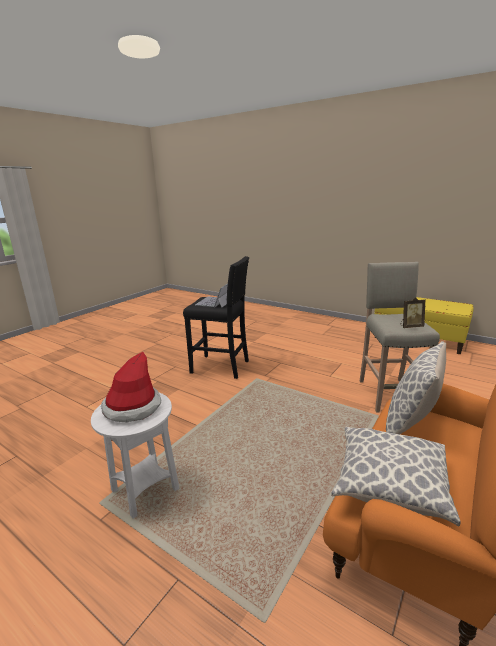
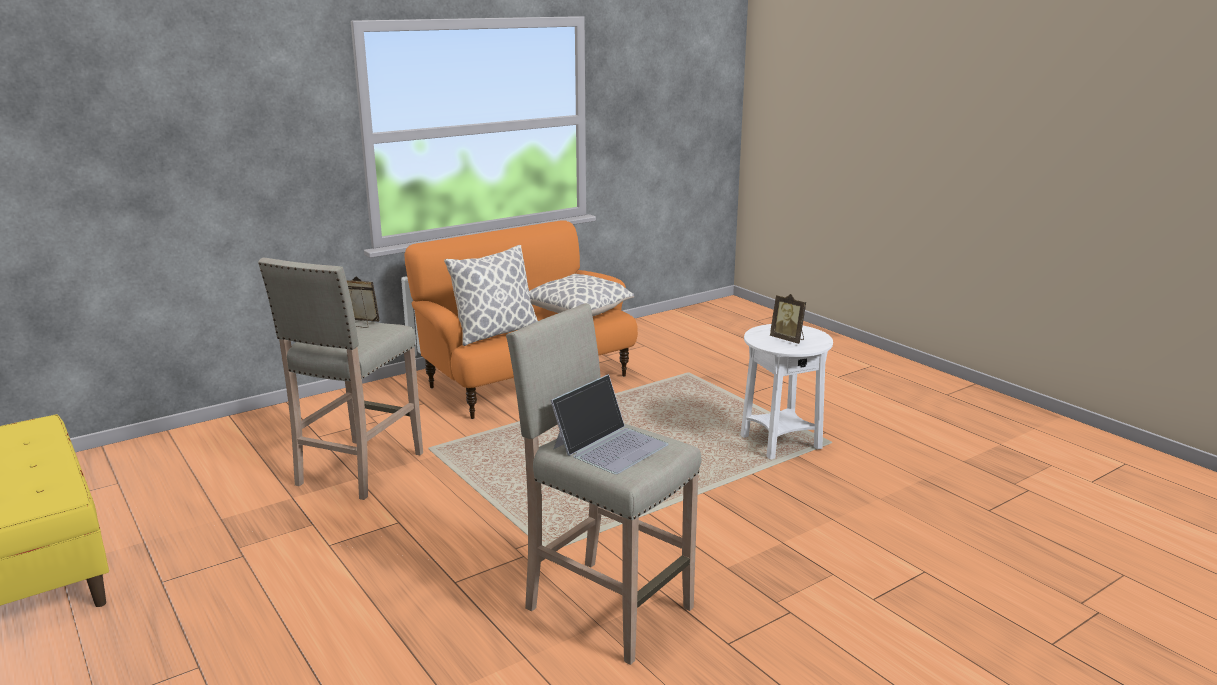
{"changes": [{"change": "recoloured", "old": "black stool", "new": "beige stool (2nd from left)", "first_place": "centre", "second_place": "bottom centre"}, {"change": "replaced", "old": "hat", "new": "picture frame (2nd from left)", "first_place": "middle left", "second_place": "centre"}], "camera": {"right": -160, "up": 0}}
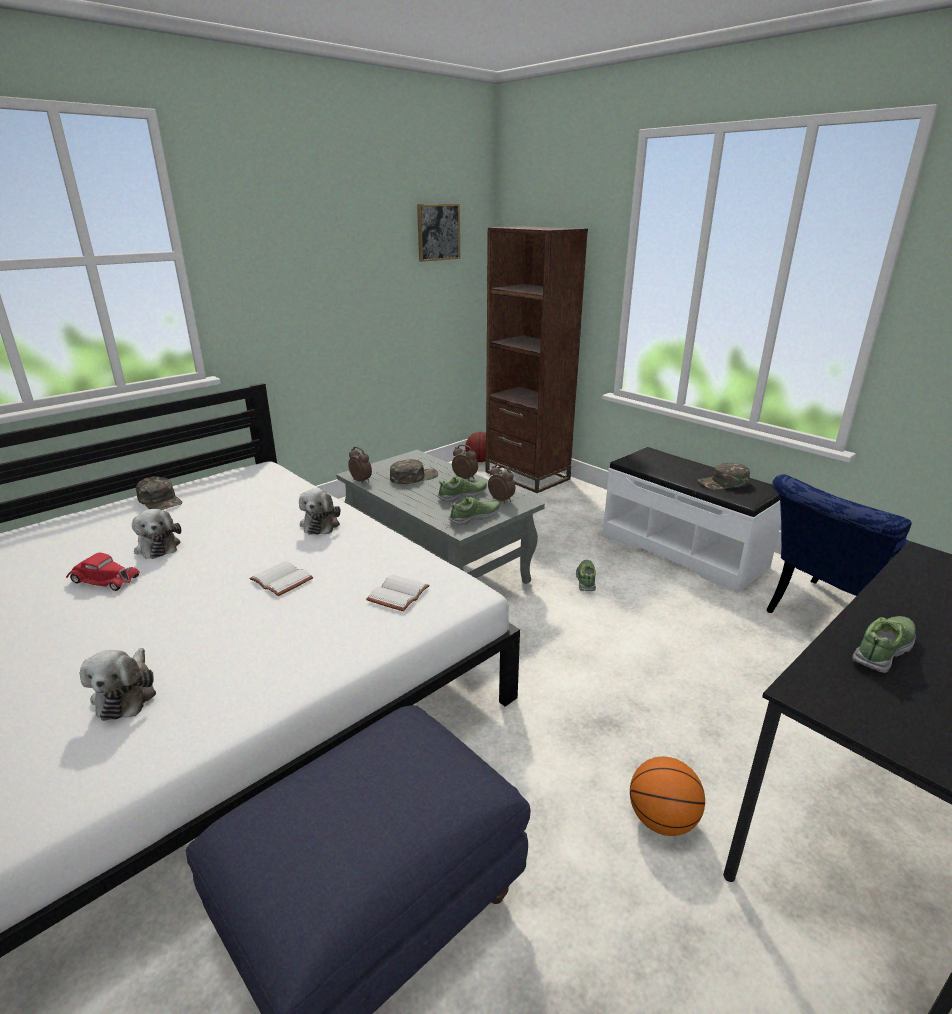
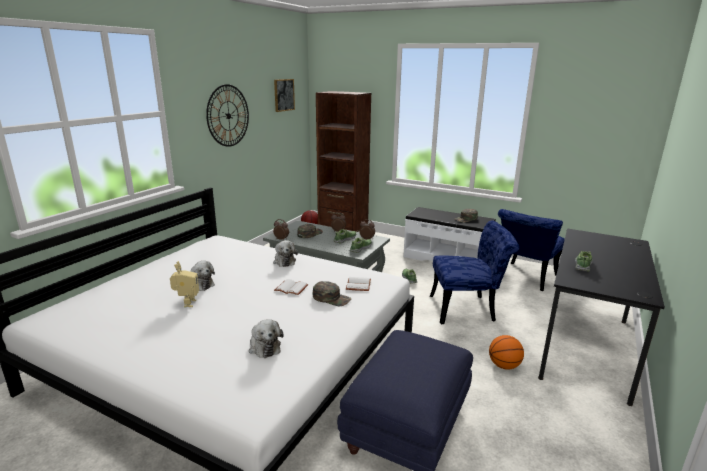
{"changes": [{"change": "replaced", "old": "red toy car", "new": "toy robot", "first_place": "middle left", "second_place": "middle left"}, {"change": "added", "new": "wall clock", "second_place": "top left"}, {"change": "moved", "old": "green cap (1st from left in the first image)", "new": "green cap (2nd from left)", "first_place": "middle left", "second_place": "centre"}, {"change": "added", "new": "blue chair (1st from left)", "second_place": "middle right"}], "camera": {"right": -20, "up": -5}}
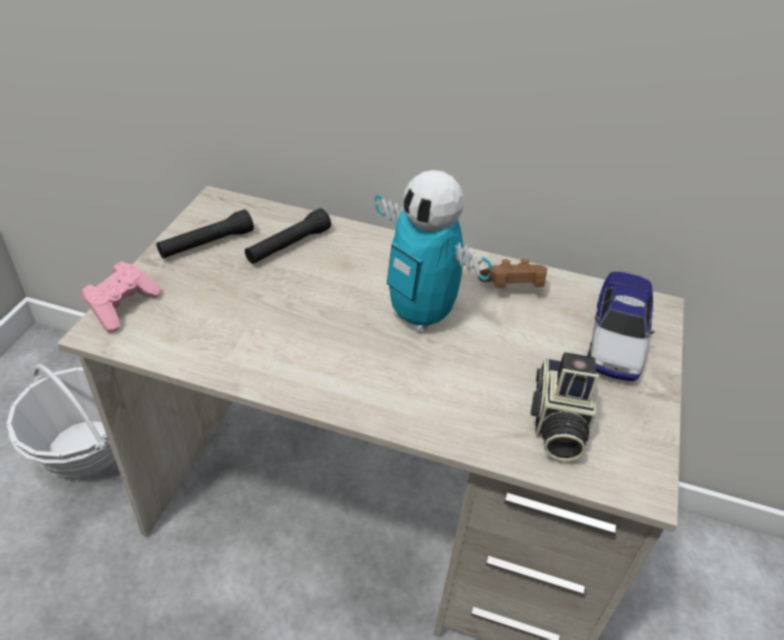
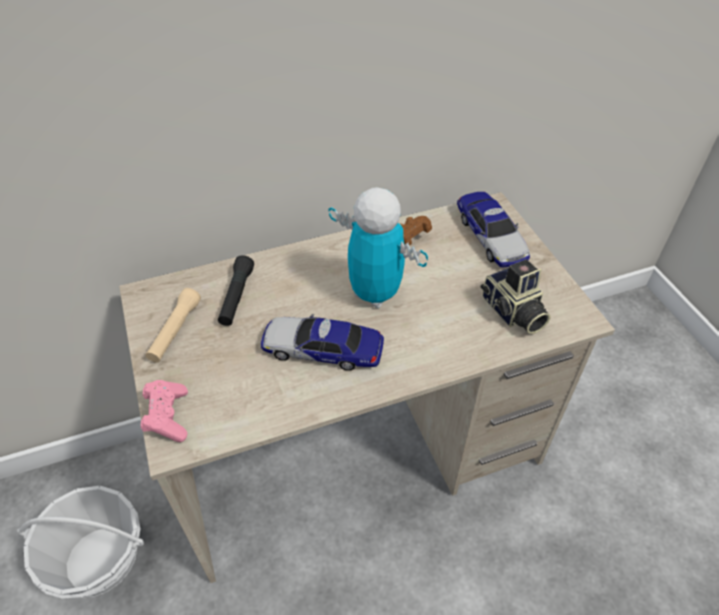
{"changes": [{"change": "recoloured", "old": "black flashlight (1st from left)", "new": "beige flashlight", "first_place": "middle left", "second_place": "middle left"}, {"change": "added", "new": "toy car (1st from left)", "second_place": "centre"}, {"change": "turned", "old": "toy robot", "first_place": "centre", "second_place": "centre", "degrees": -150}], "camera": {"right": -35, "up": 5}}
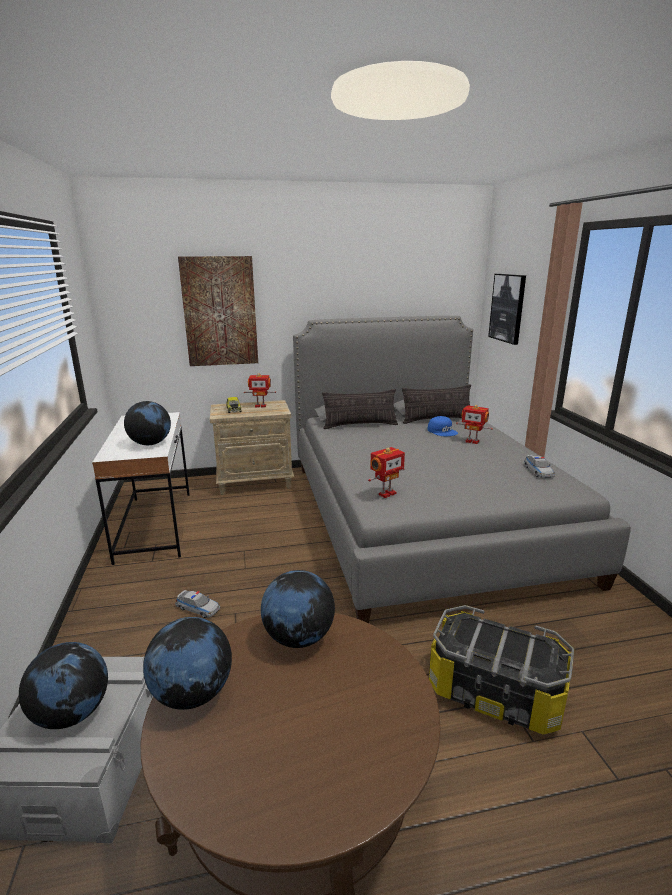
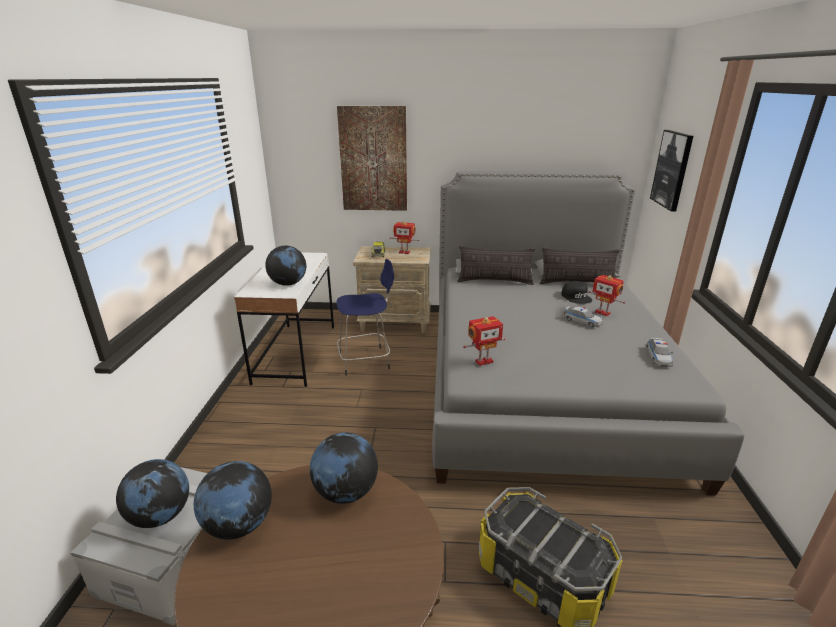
{"changes": [{"change": "added", "new": "blue stool", "second_place": "centre"}, {"change": "recoloured", "old": "blue cap", "new": "black cap", "first_place": "centre", "second_place": "middle right"}, {"change": "moved", "old": "toy car (1st from left in the first image)", "new": "toy car (2nd from left)", "first_place": "bottom left", "second_place": "middle right"}], "camera": {"right": 15, "up": 5}}
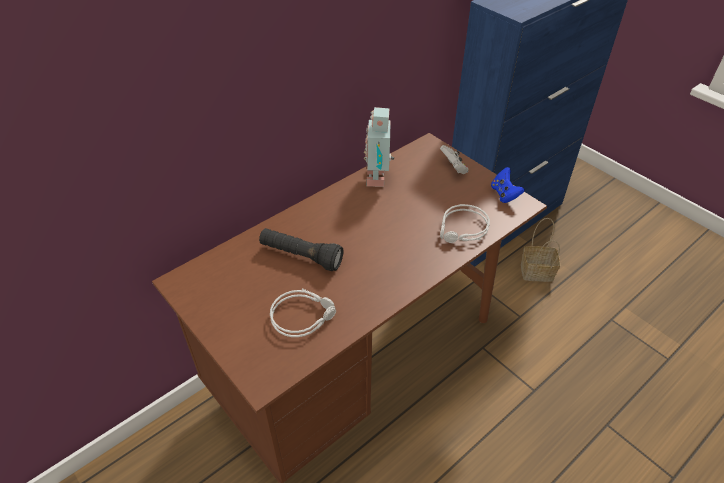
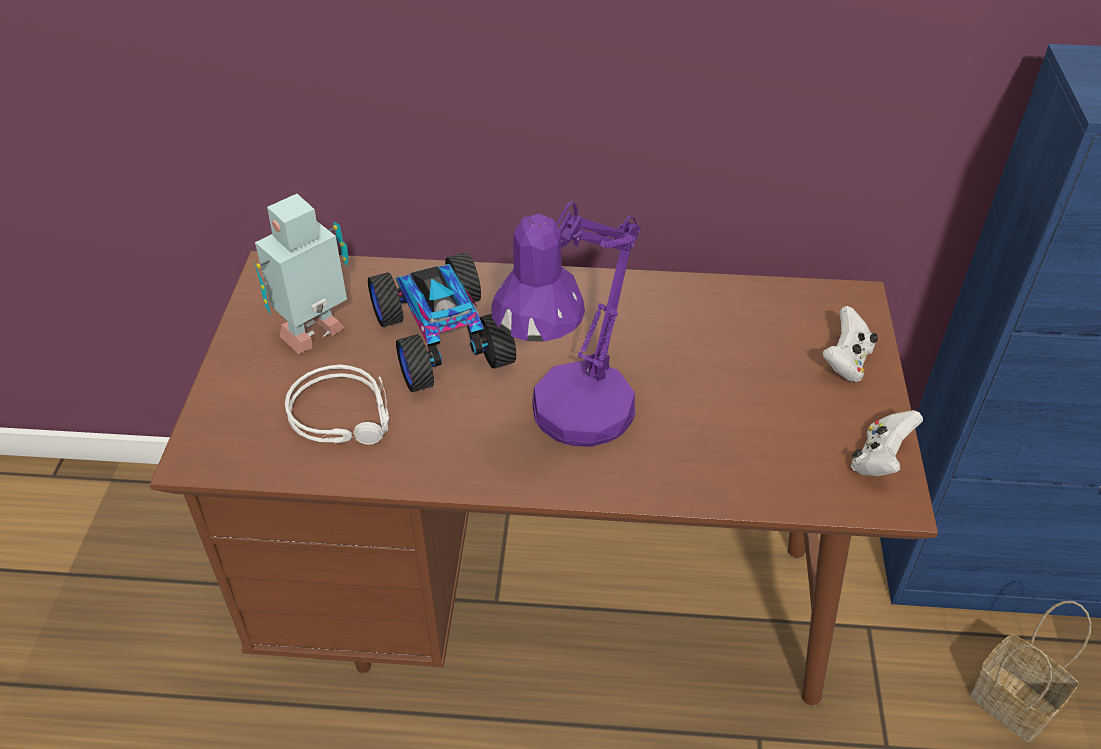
{"changes": [{"change": "moved", "old": "toy robot", "first_place": "top centre", "second_place": "middle left"}, {"change": "replaced", "old": "black flashlight", "new": "toy car", "first_place": "centre", "second_place": "centre"}, {"change": "added", "new": "purple table lamp", "second_place": "centre"}, {"change": "recoloured", "old": "blue game controller", "new": "white game controller (2nd from left)", "first_place": "middle right", "second_place": "middle right"}, {"change": "removed", "old": "grey headphones (2nd from left)", "first_place": "centre"}], "camera": {"right": 45, "up": 0}}
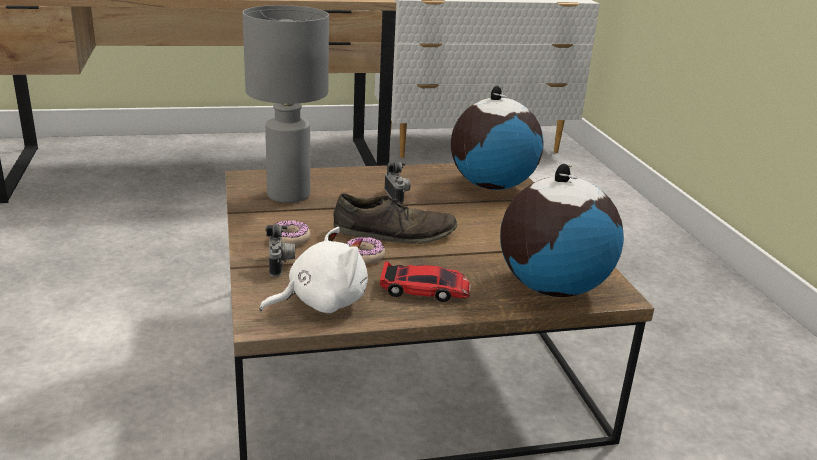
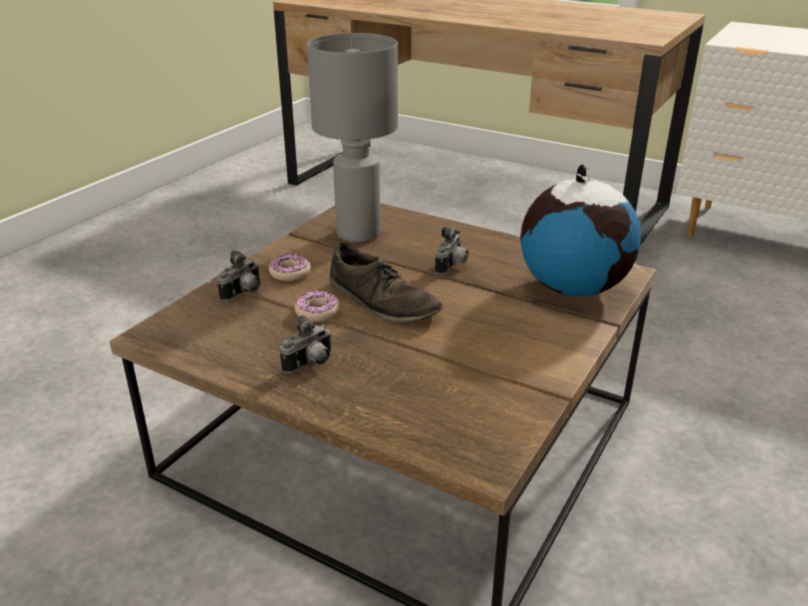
{"changes": [{"change": "replaced", "old": "toy car", "new": "photo camera (2nd from left)", "first_place": "centre", "second_place": "centre"}, {"change": "removed", "old": "white plush toy", "first_place": "centre"}, {"change": "removed", "old": "globe (2nd from left)", "first_place": "middle right"}], "camera": {"right": 45, "up": 5}}
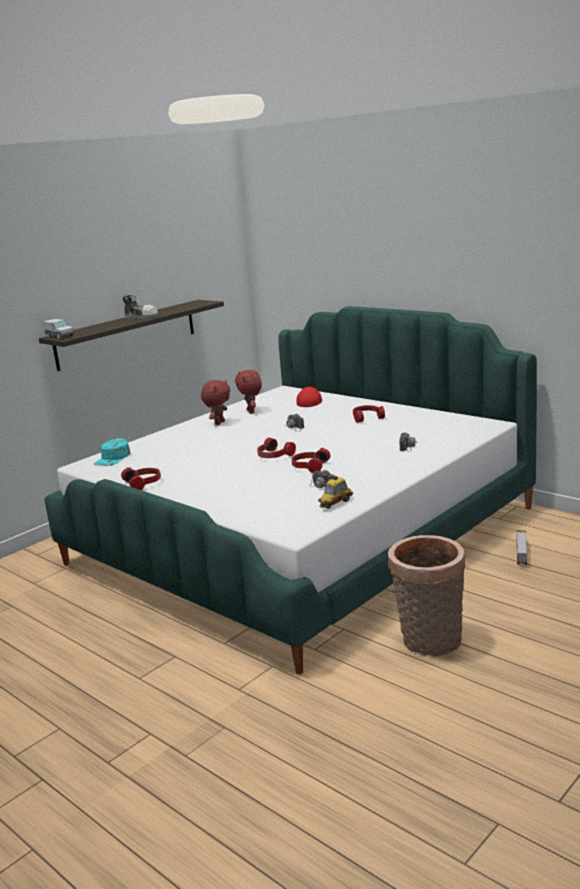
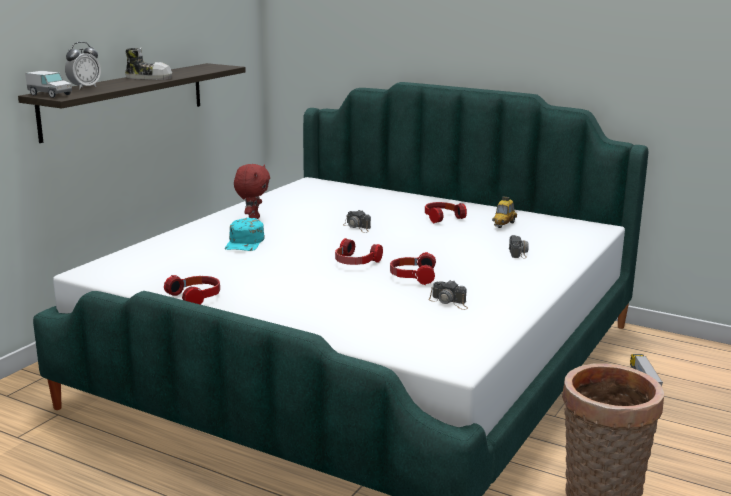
{"changes": [{"change": "added", "new": "alarm clock", "second_place": "top left"}, {"change": "moved", "old": "turquoise cap", "first_place": "middle left", "second_place": "centre"}, {"change": "moved", "old": "toy car", "first_place": "centre", "second_place": "middle right"}, {"change": "removed", "old": "red plush toy (2nd from left)", "first_place": "centre"}, {"change": "removed", "old": "red cap", "first_place": "centre"}], "camera": {"right": -15, "up": 0}}
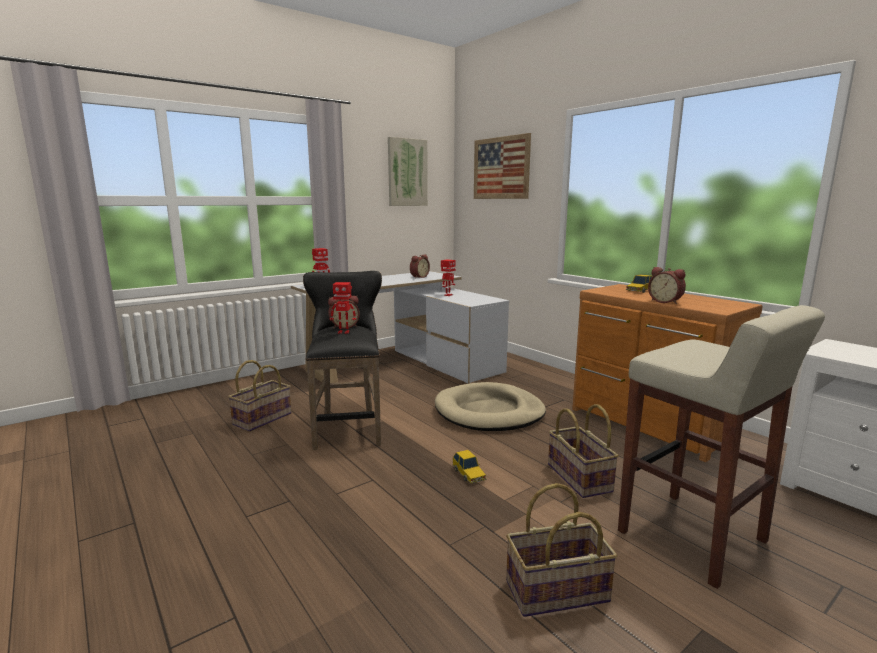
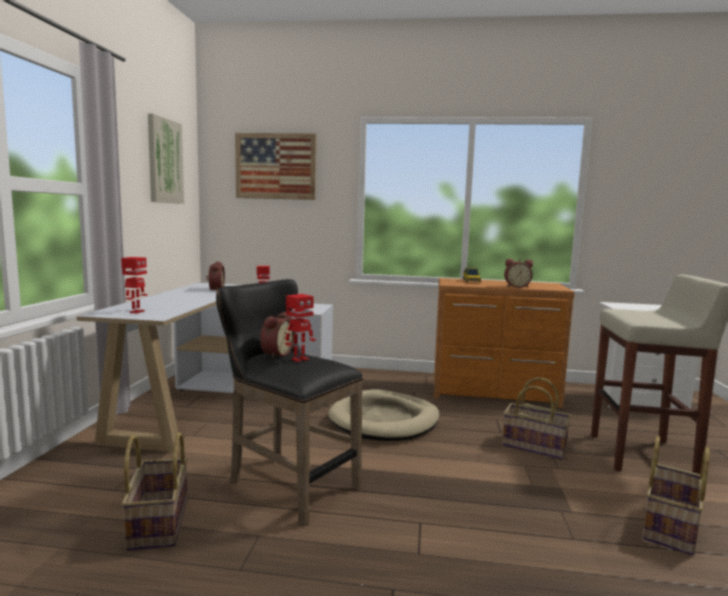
{"changes": [{"change": "removed", "old": "toy car (1st from left)", "first_place": "bottom centre"}], "camera": {"right": -45, "up": -5}}
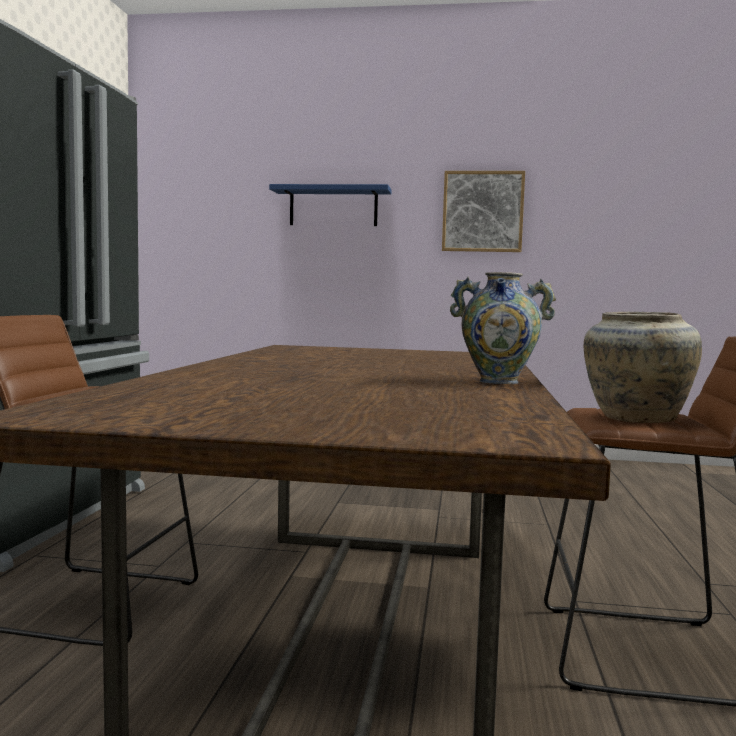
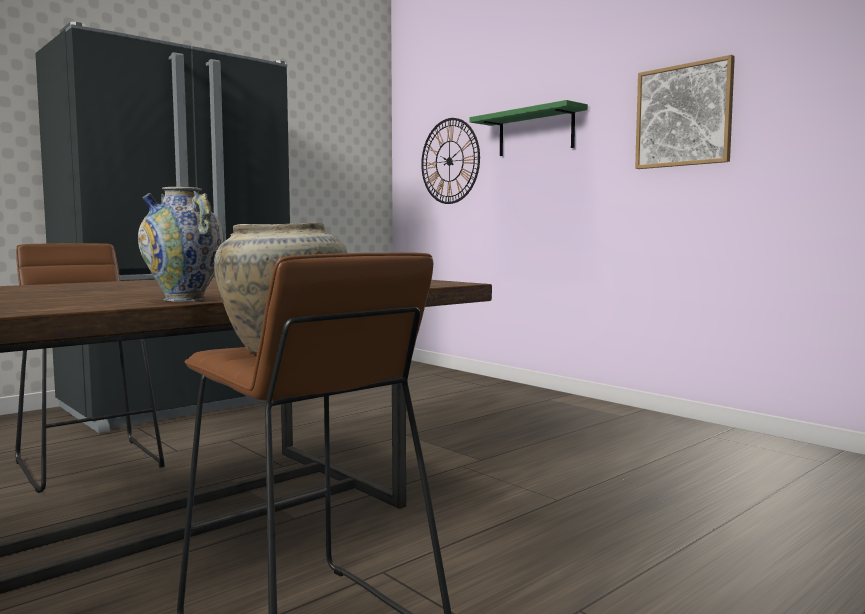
{"changes": [{"change": "added", "new": "wall clock", "second_place": "top centre"}, {"change": "recoloured", "old": "blue shelf", "new": "green shelf", "first_place": "top centre", "second_place": "top centre"}], "camera": {"right": 40, "up": 0}}
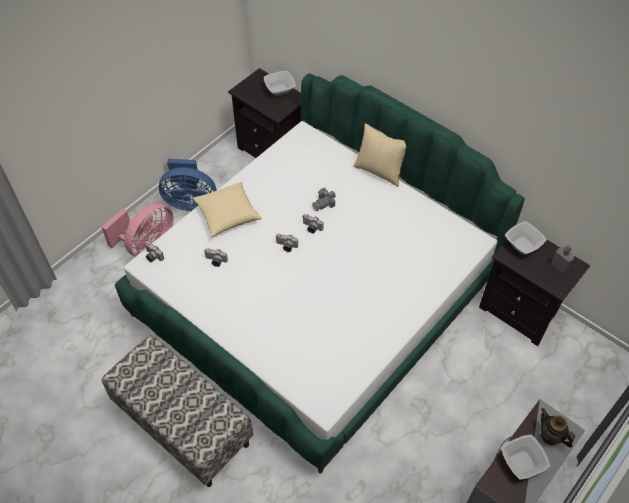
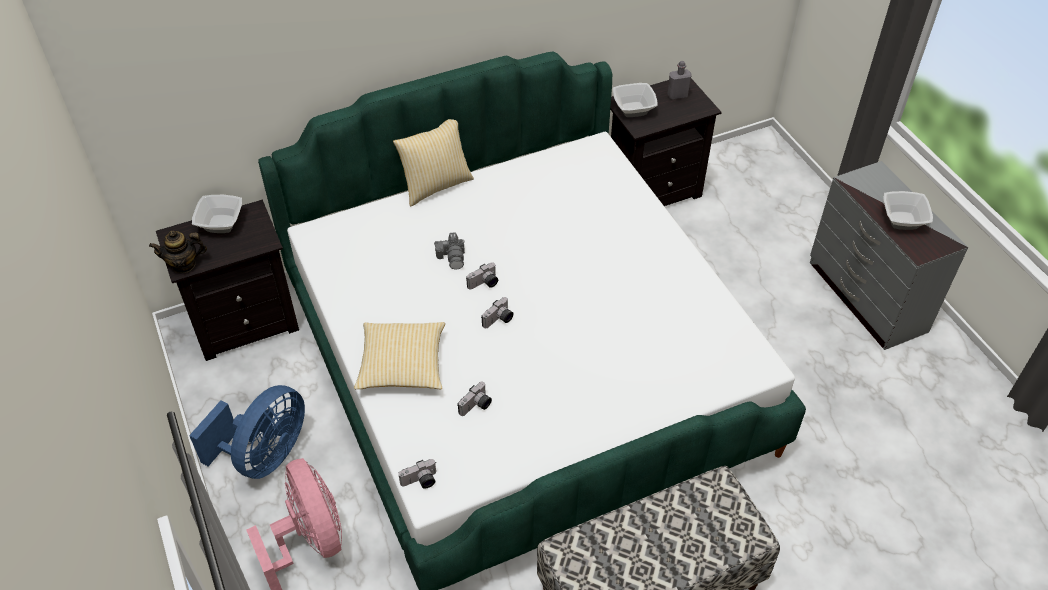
{"changes": [{"change": "moved", "old": "teapot", "first_place": "bottom right", "second_place": "middle left"}], "camera": {"right": -65, "up": -5}}
